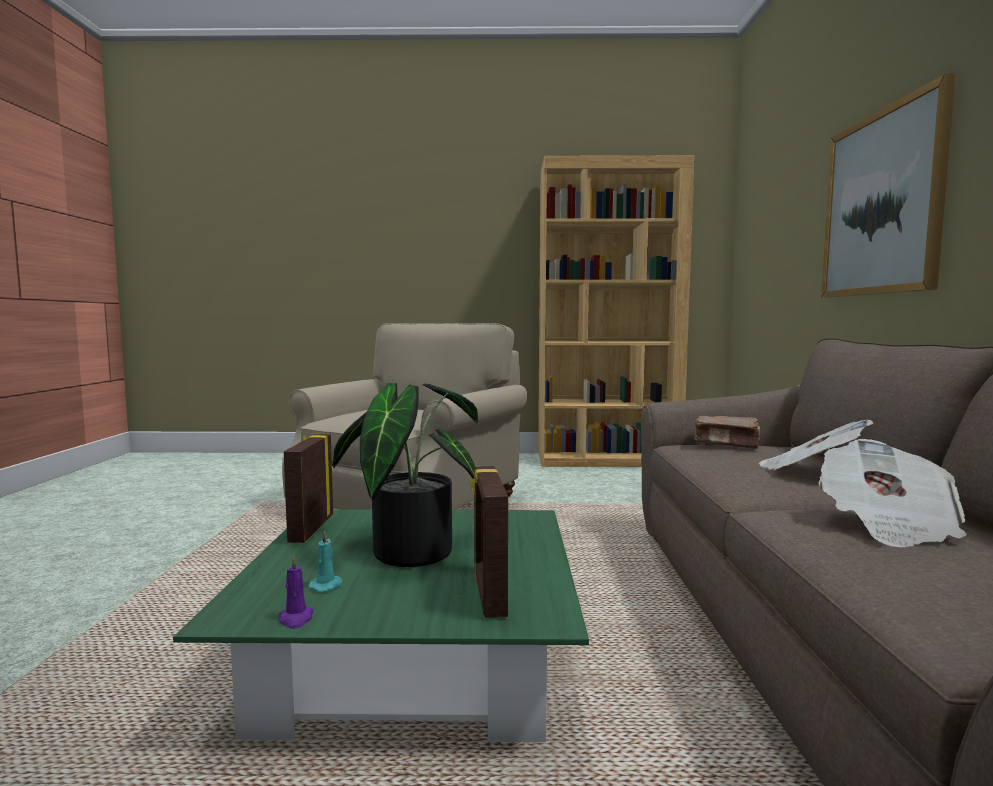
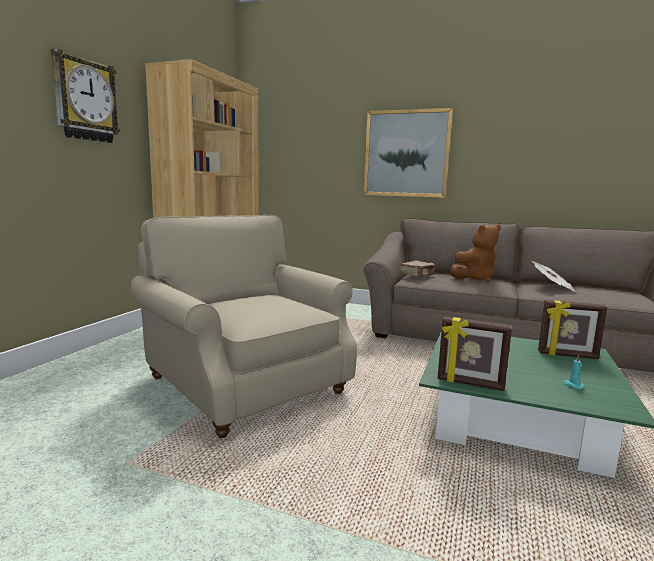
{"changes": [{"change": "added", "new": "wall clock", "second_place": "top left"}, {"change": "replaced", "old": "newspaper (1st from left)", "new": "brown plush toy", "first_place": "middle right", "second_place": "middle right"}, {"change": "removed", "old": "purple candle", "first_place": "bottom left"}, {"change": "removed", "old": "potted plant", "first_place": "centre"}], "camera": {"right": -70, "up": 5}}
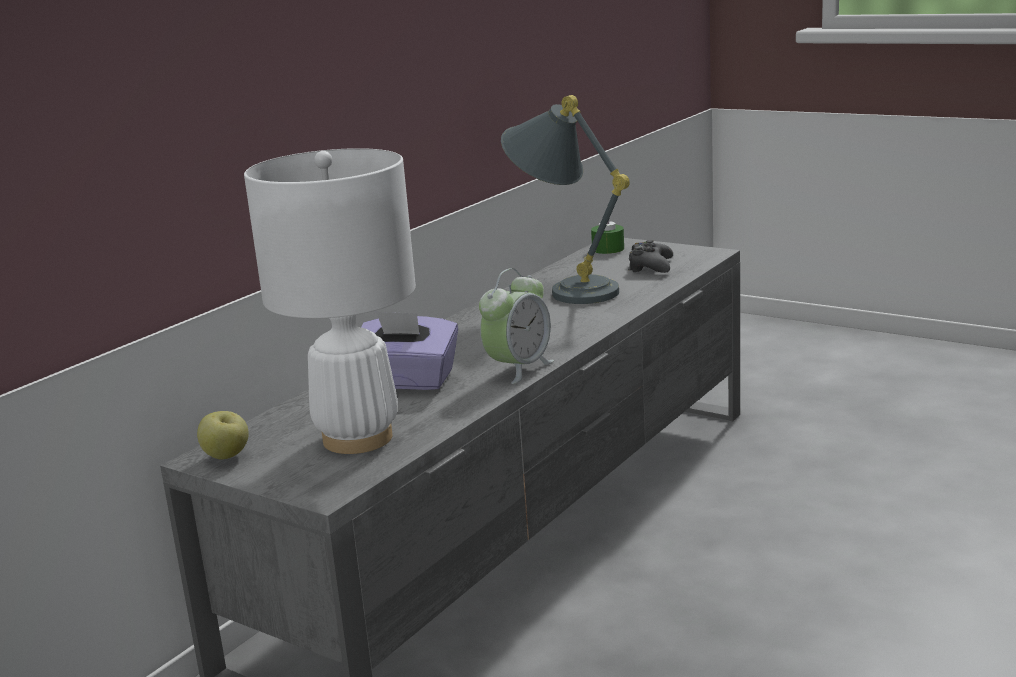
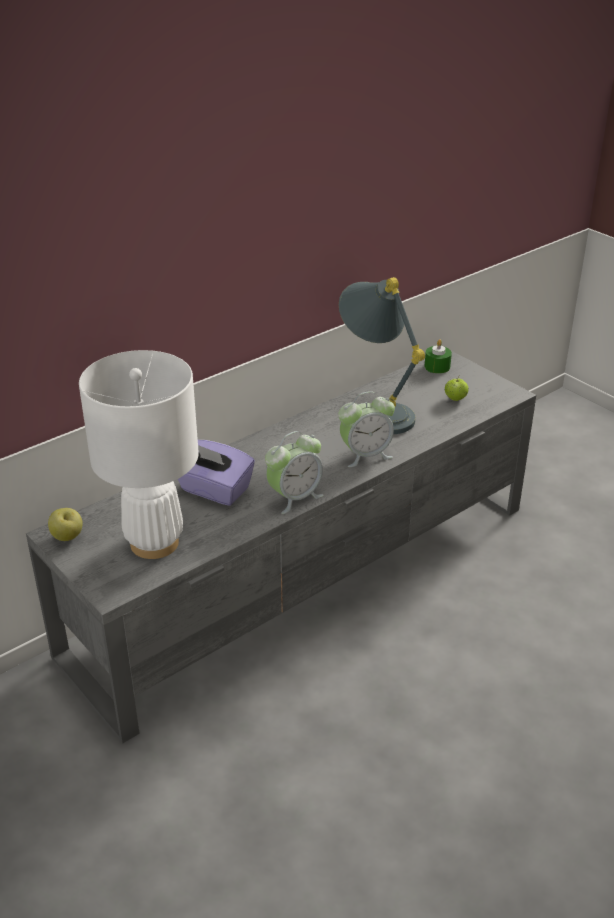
{"changes": [{"change": "added", "new": "alarm clock (2nd from left)", "second_place": "centre"}, {"change": "replaced", "old": "black game controller", "new": "apple (2nd from left)", "first_place": "centre", "second_place": "middle right"}], "camera": {"right": 15, "up": 15}}
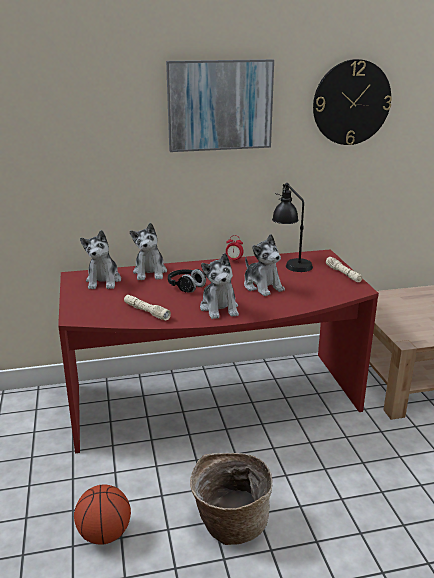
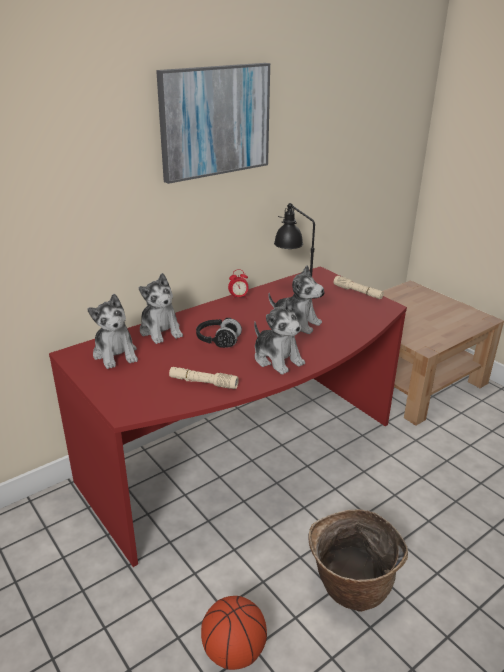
{"changes": [{"change": "removed", "old": "wall clock", "first_place": "top right"}], "camera": {"right": -25, "up": 5}}
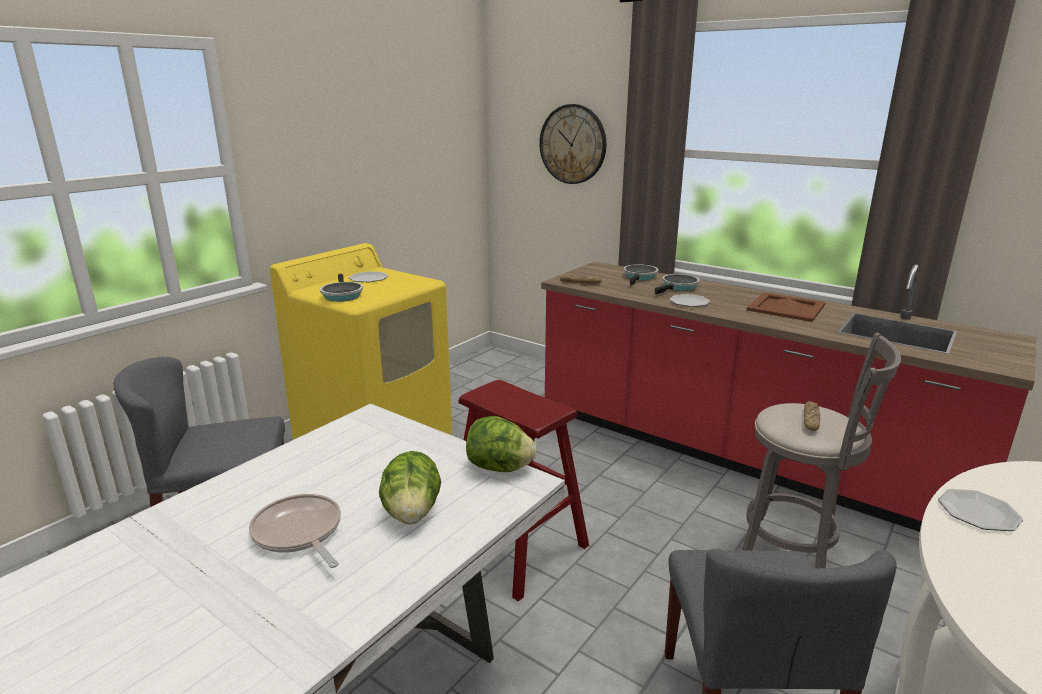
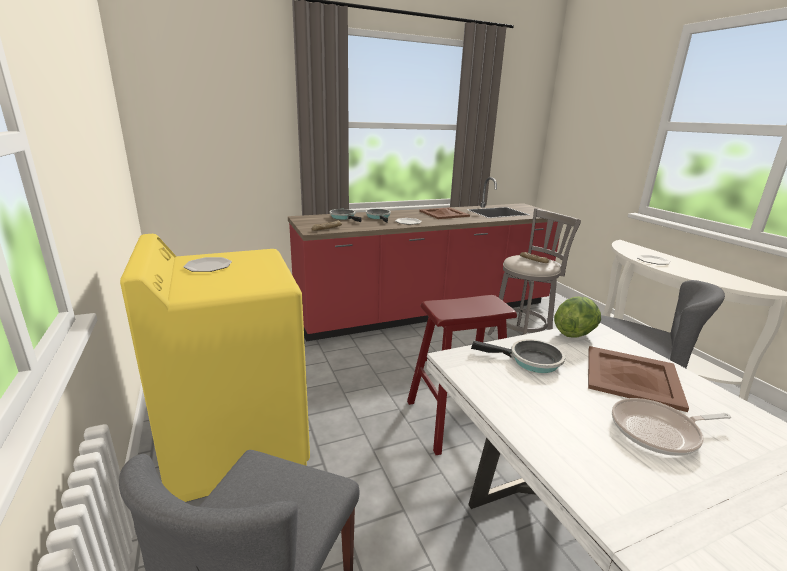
{"changes": [{"change": "moved", "old": "frying pan (2nd from left in the first image)", "new": "frying pan (3rd from left)", "first_place": "middle left", "second_place": "centre"}, {"change": "replaced", "old": "lettuce (1st from left)", "new": "brown tray (2nd from left)", "first_place": "bottom centre", "second_place": "middle right"}, {"change": "removed", "old": "wall clock", "first_place": "top centre"}], "camera": {"right": -60, "up": 0}}
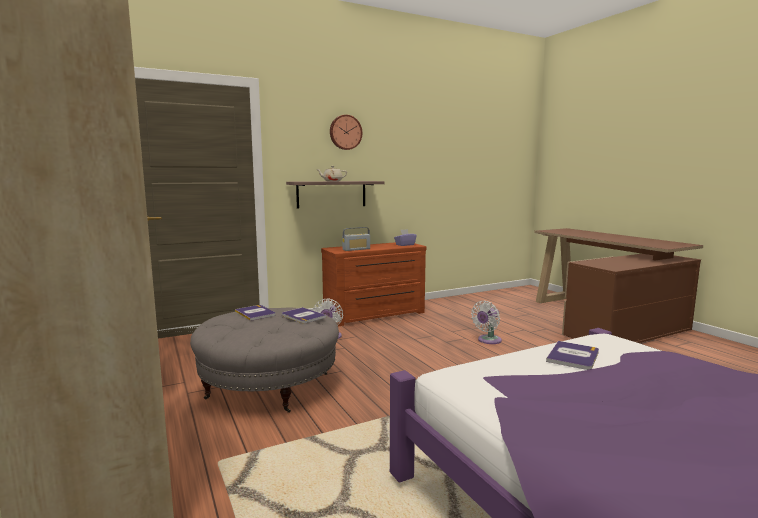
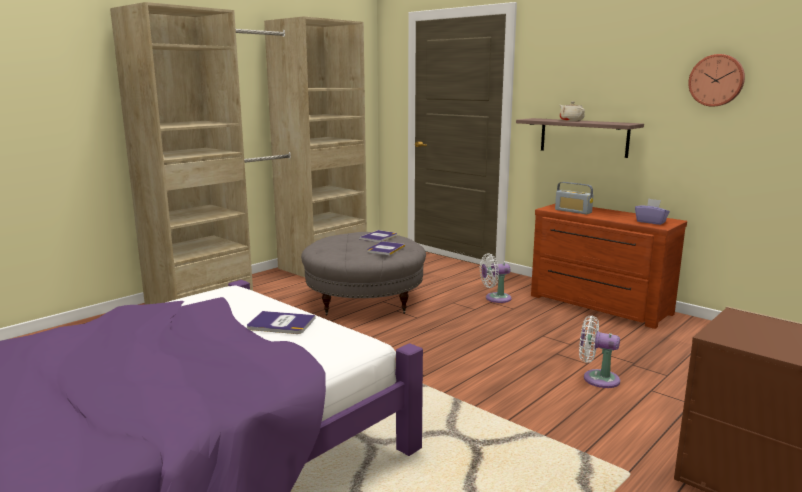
{"changes": [{"change": "moved", "old": "wall clock", "first_place": "top centre", "second_place": "top right"}], "camera": {"right": 70, "up": 5}}
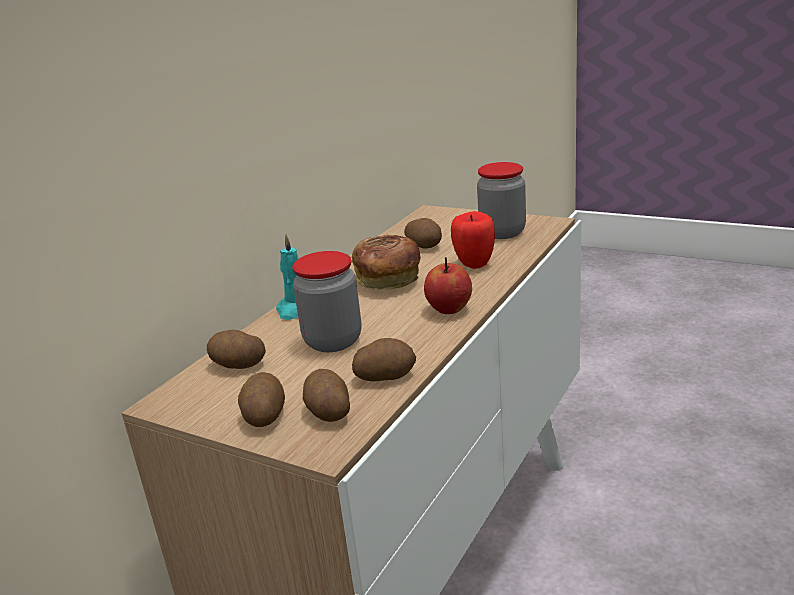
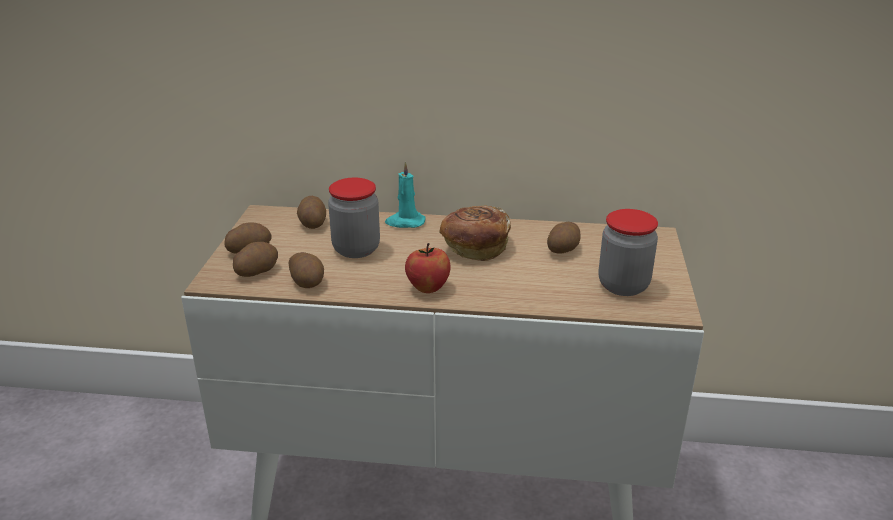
{"changes": [{"change": "removed", "old": "apple (2nd from left)", "first_place": "centre"}], "camera": {"right": 65, "up": 5}}
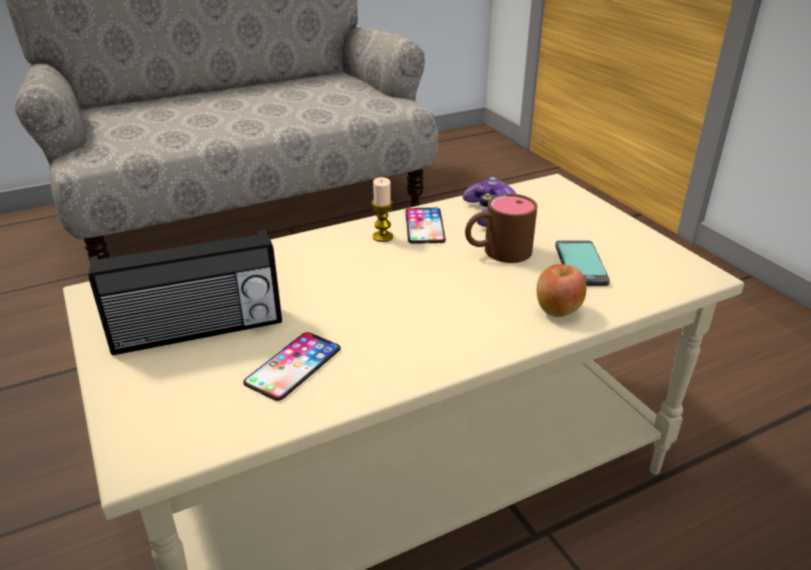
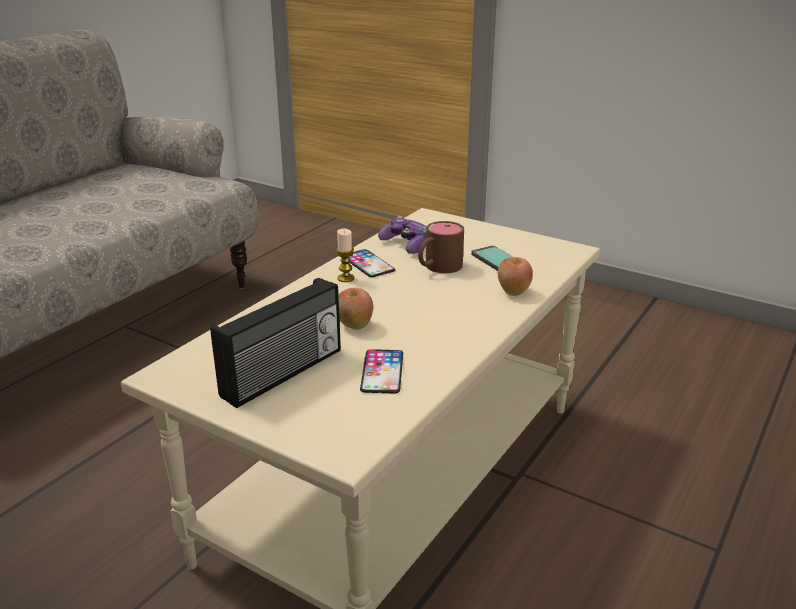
{"changes": [{"change": "added", "new": "apple (1st from left)", "second_place": "centre"}], "camera": {"right": -30, "up": -5}}
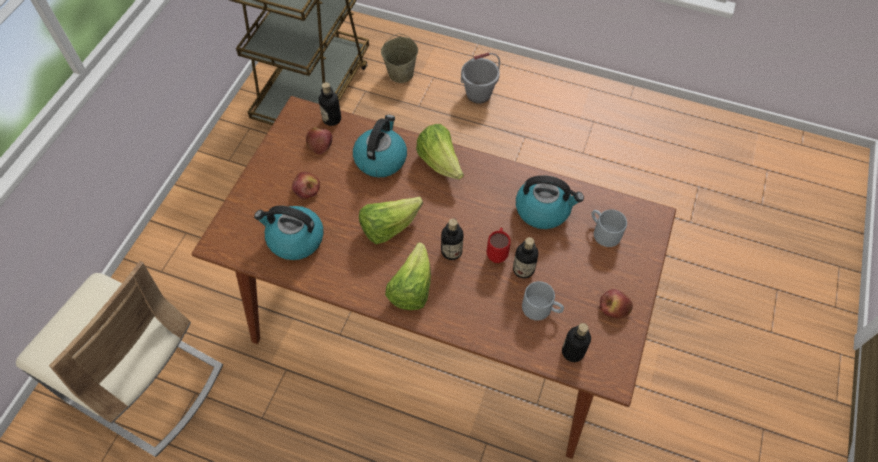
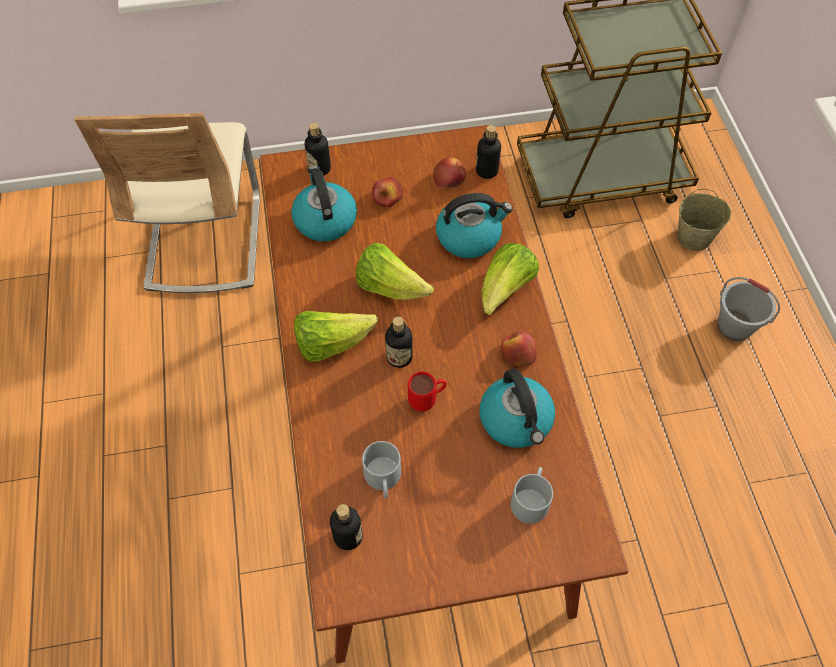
{"changes": [{"change": "moved", "old": "bottle (3rd from left in the first image)", "new": "bottle (1st from left)", "first_place": "centre", "second_place": "top centre"}, {"change": "moved", "old": "apple (3rd from left)", "first_place": "middle right", "second_place": "centre"}], "camera": {"right": 60, "up": 0}}
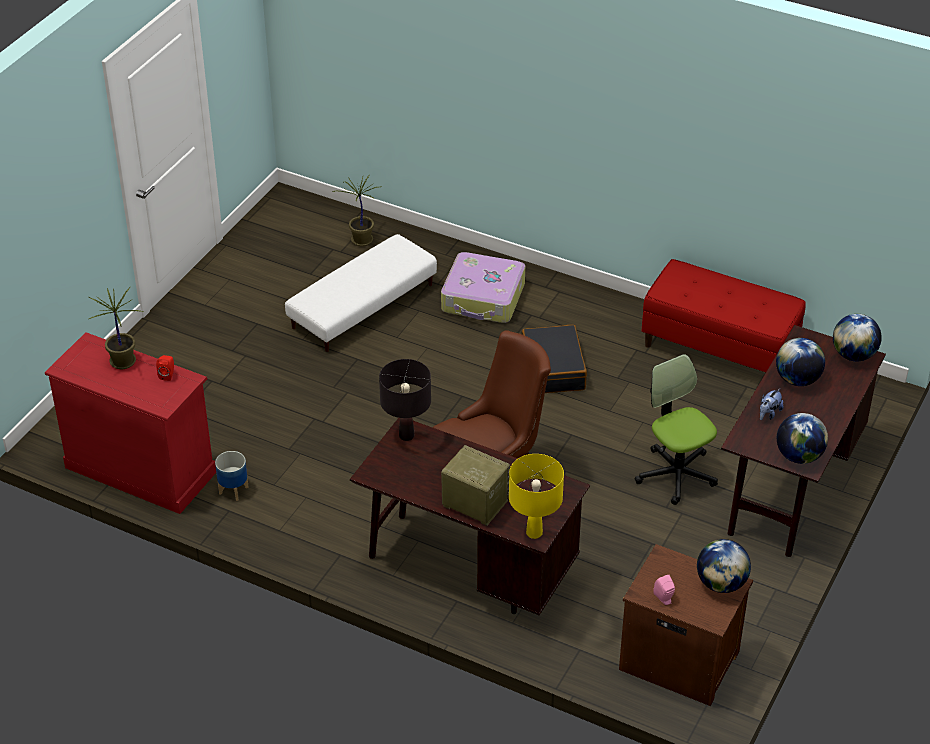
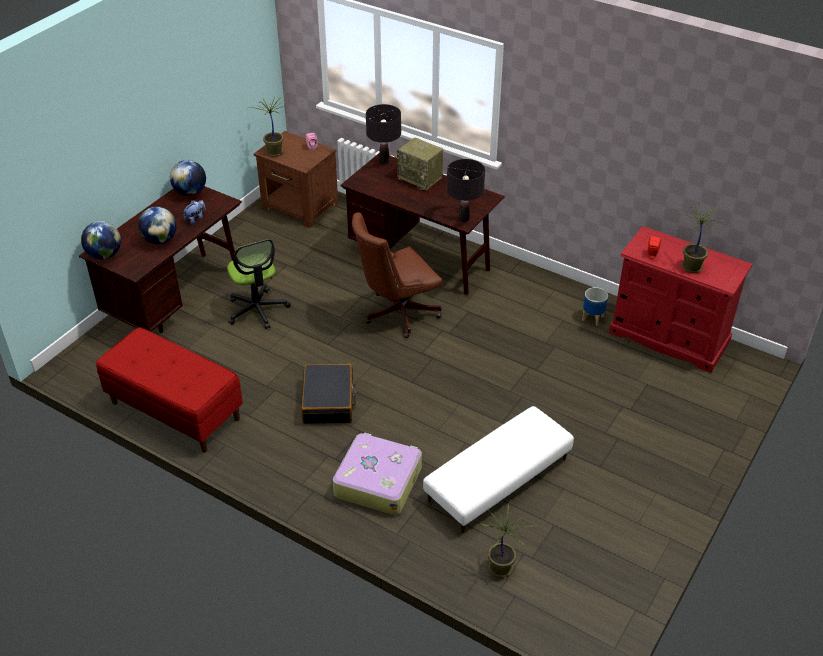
{"changes": [{"change": "replaced", "old": "globe (1st from left)", "new": "potted plant (1st from left)", "first_place": "bottom right", "second_place": "top left"}, {"change": "recoloured", "old": "yellow table lamp", "new": "black table lamp (1st from left)", "first_place": "bottom centre", "second_place": "top centre"}], "camera": {"right": -175, "up": 0}}
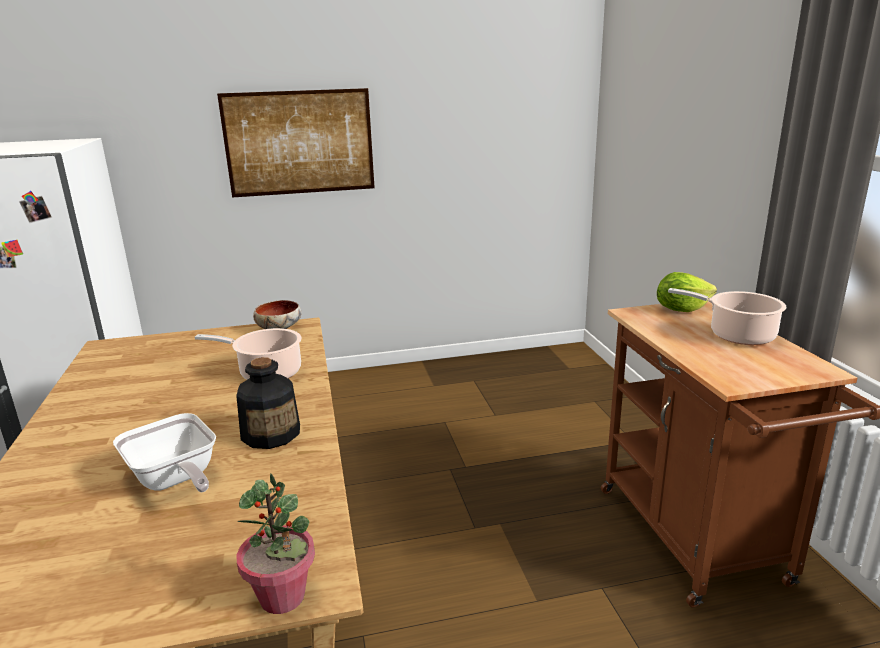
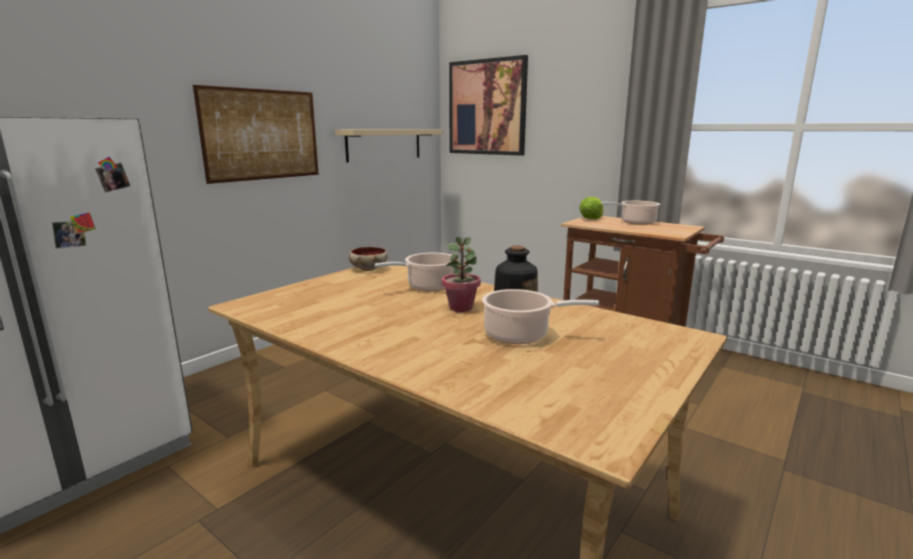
{"changes": [{"change": "added", "new": "beige shelf", "second_place": "top centre"}, {"change": "moved", "old": "potted plant", "first_place": "bottom left", "second_place": "centre"}, {"change": "added", "new": "picture (2nd from left)", "second_place": "top centre"}, {"change": "replaced", "old": "frying pan", "new": "cooking pot (2nd from left)", "first_place": "bottom left", "second_place": "centre"}], "camera": {"right": -40, "up": -5}}
